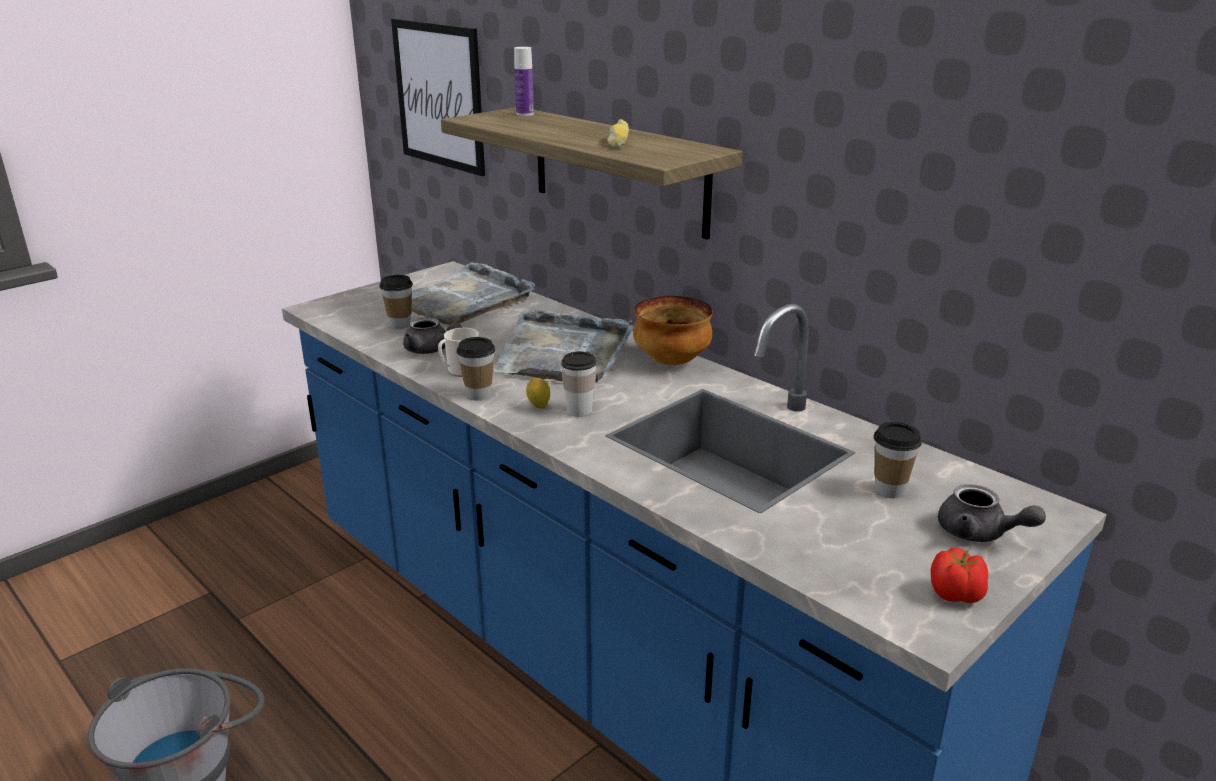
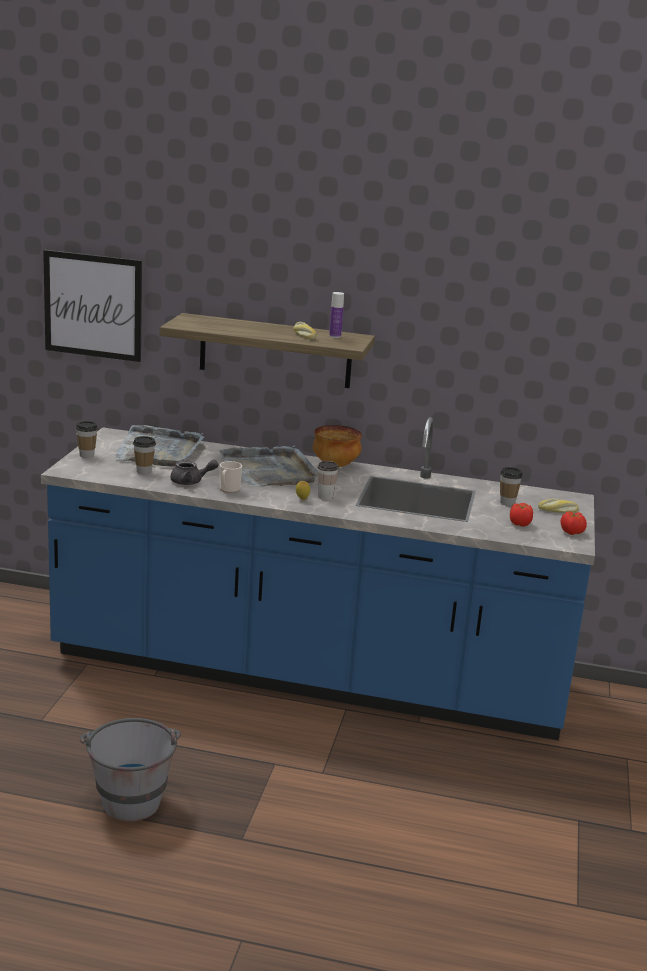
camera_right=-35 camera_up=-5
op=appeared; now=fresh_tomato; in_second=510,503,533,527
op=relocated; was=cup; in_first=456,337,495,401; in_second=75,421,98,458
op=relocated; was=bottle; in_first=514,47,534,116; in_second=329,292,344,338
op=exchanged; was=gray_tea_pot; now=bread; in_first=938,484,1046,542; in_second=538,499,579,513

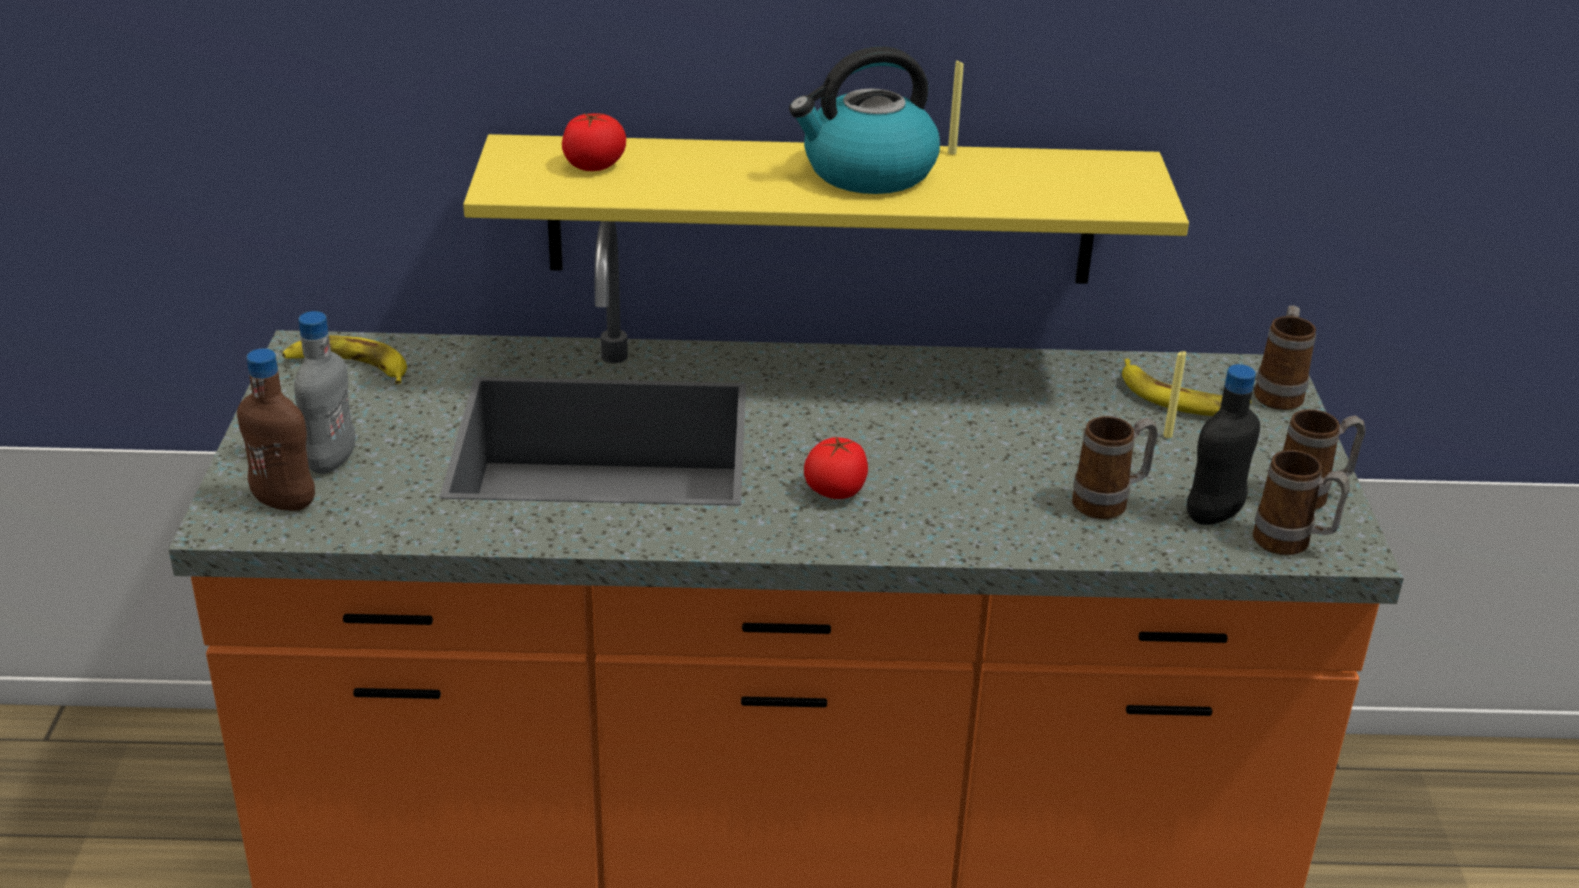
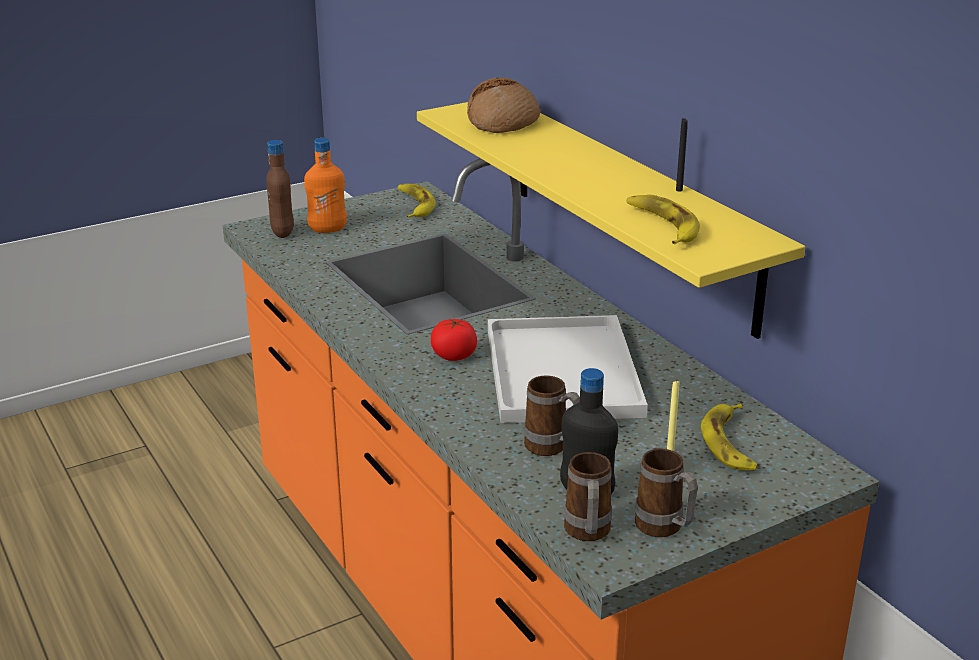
camera_right=60 camera_up=-5
op=missing; was=kettle; in_first=789,46,940,194
op=missing; was=coffee_mug; in_first=1254,305,1316,410
op=appeared; now=white_serving_tray; in_second=488,315,648,423
op=appeared; now=banana; in_second=627,195,700,244
op=exchanged; was=fresh_tomato; now=bread; in_first=562,113,626,171; in_second=467,78,541,133
op=colour; was=gray_bottle; now=orange-coloured_bottle; in_first=294,311,355,474; in_second=304,138,347,233
op=colour; was=yellowish_wax_candle; now=black_wax_candle; in_first=948,60,963,155; in_second=676,118,688,192

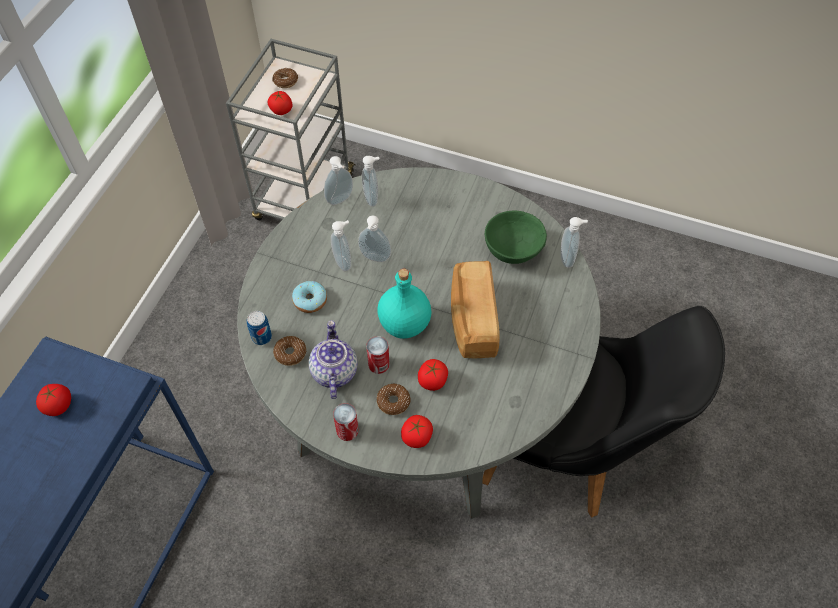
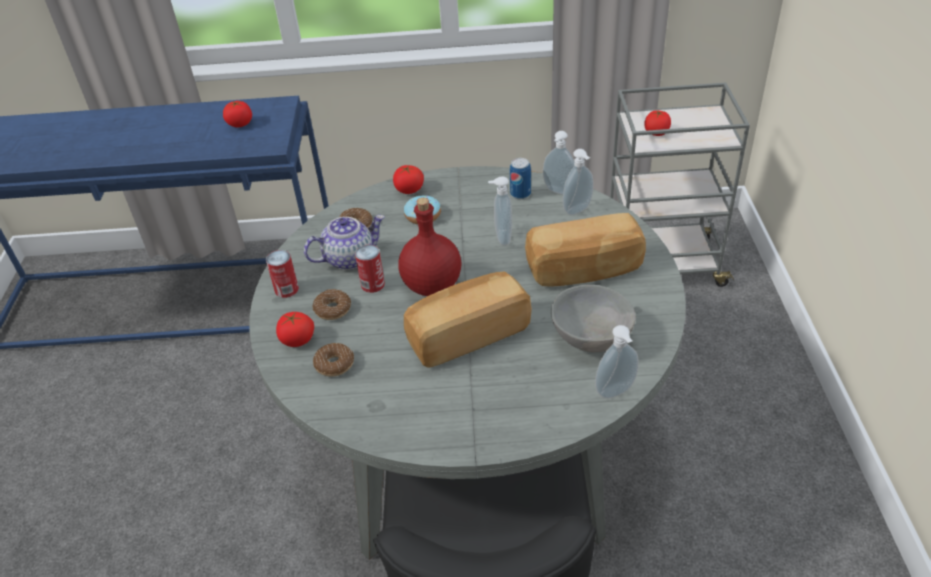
camera_right=70 camera_up=-15
op=missing; was=liquid_soap_bottle; in_first=331,220,351,271
op=appeared; now=bread; in_second=525,213,646,287
op=relocated; was=can; in_first=247,311,272,345; in_second=510,158,531,199
op=relocated; was=donut; in_first=272,68,298,88; in_second=313,343,354,377
op=relocated; was=fresh_tomato; in_first=418,359,448,391; in_second=393,165,424,194
op=colour; was=turquoise_bottle; now=red_bottle; in_first=377,269,432,339; in_second=398,198,461,296
op=colour; was=greenish_serving_bowl; now=gray_serving_bowl; in_first=485,211,547,264; in_second=551,285,636,352

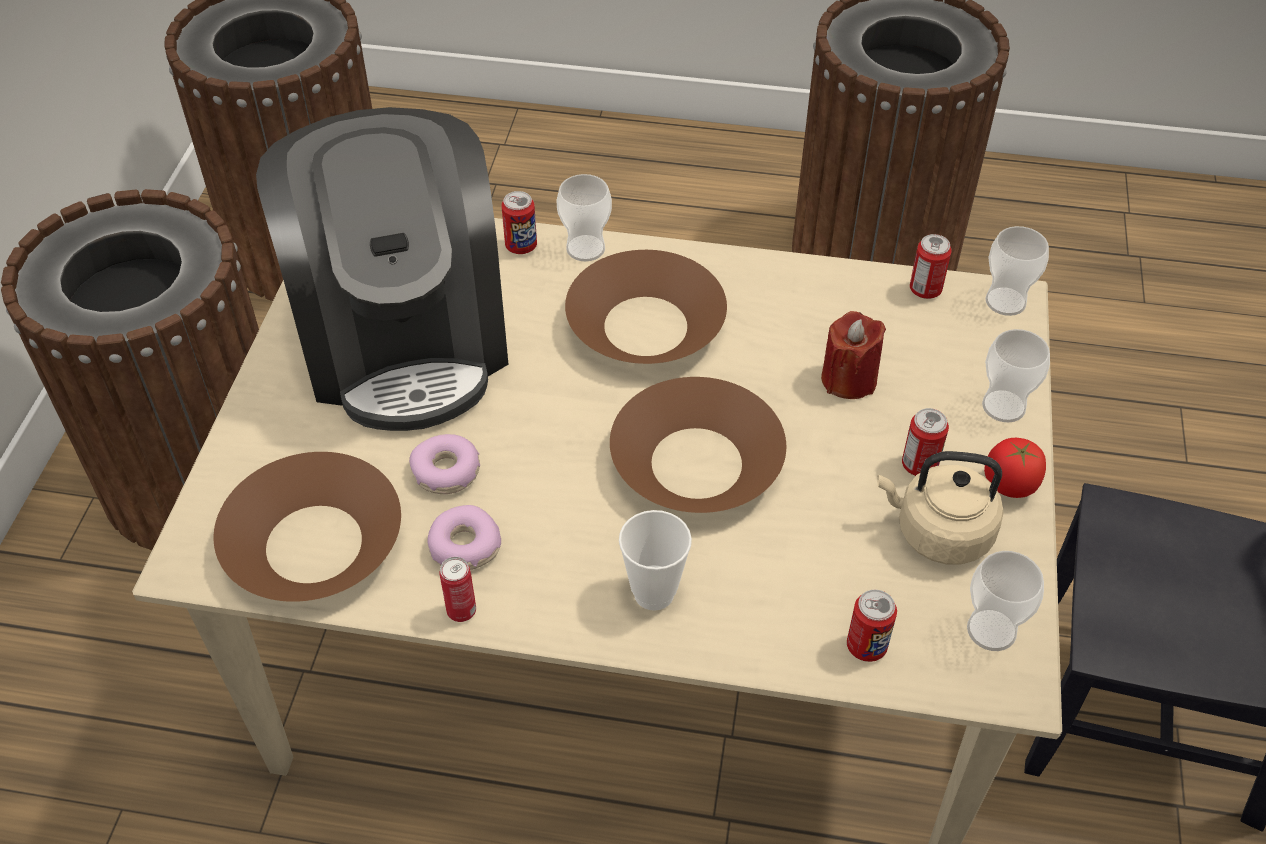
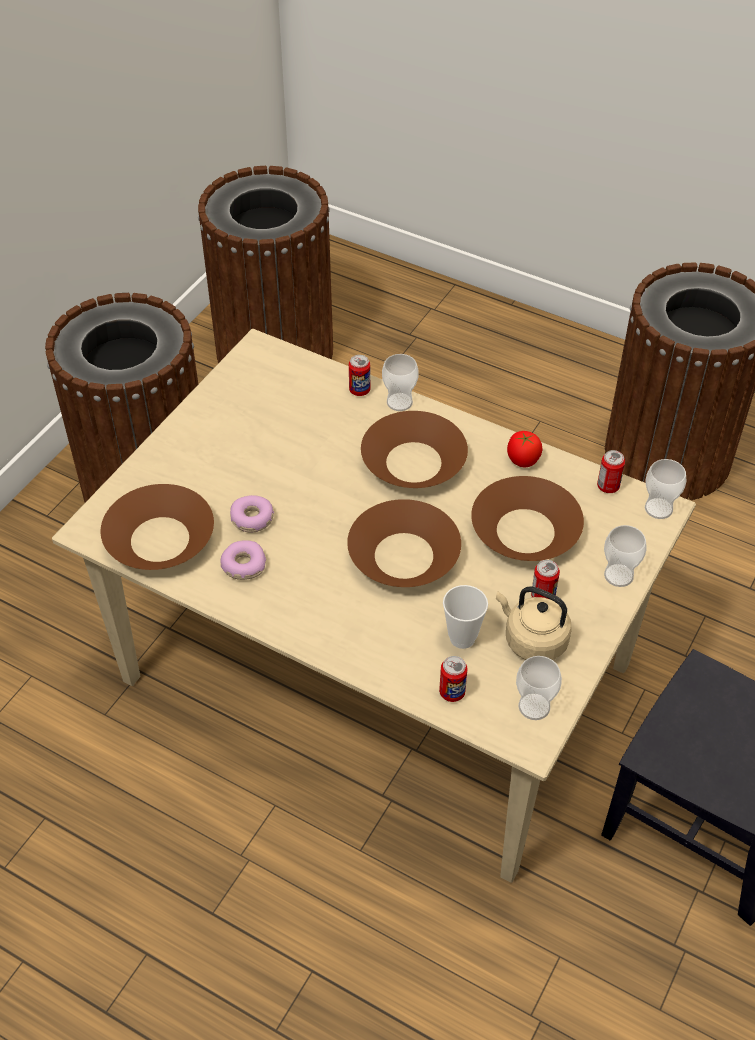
camera_right=20 camera_up=0
op=missing; was=coffee_machine; in_first=256,107,509,431
op=missing; was=can; in_first=440,557,476,622
op=relocated; was=cup; in_first=619,510,692,611; in_second=443,585,488,649
op=relocated; was=fresh_tomato; in_first=984,438,1046,498; in_second=507,431,542,467
op=exchanged; was=red_wax_candle; now=brown-coloured_serving_bowl; in_first=821,311,886,399; in_second=471,476,584,561

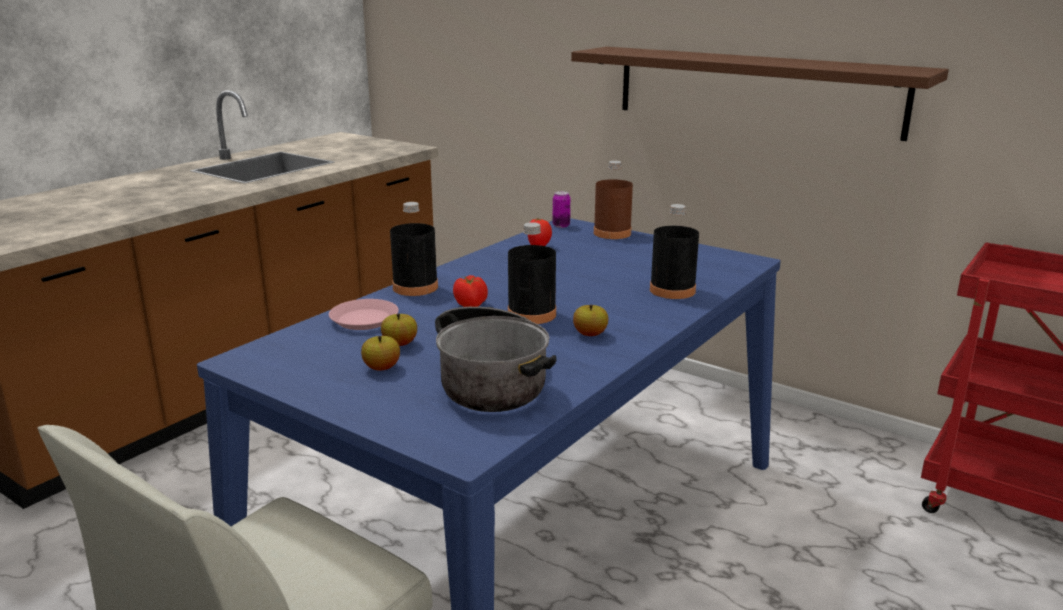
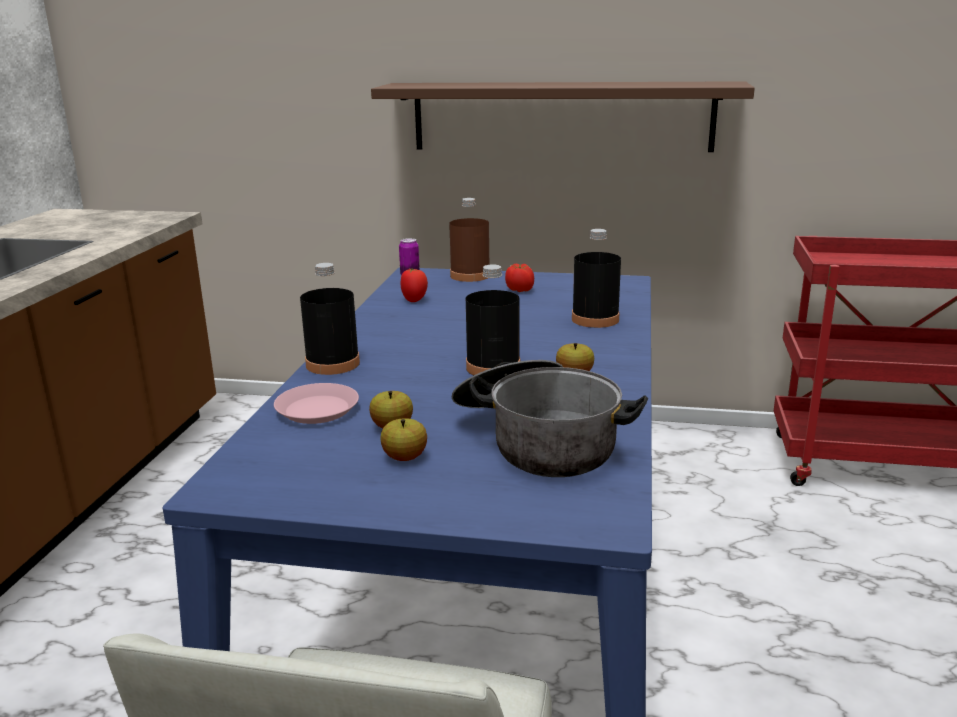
camera_right=-25 camera_up=0
op=relocated; was=fresh_tomato; in_first=453,275,488,307; in_second=505,264,534,292

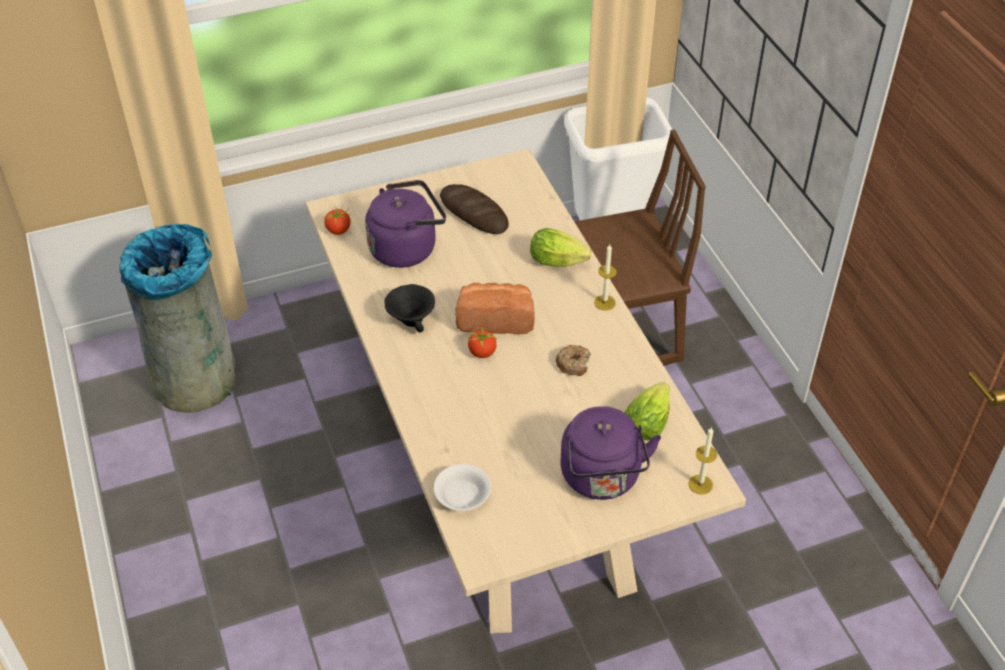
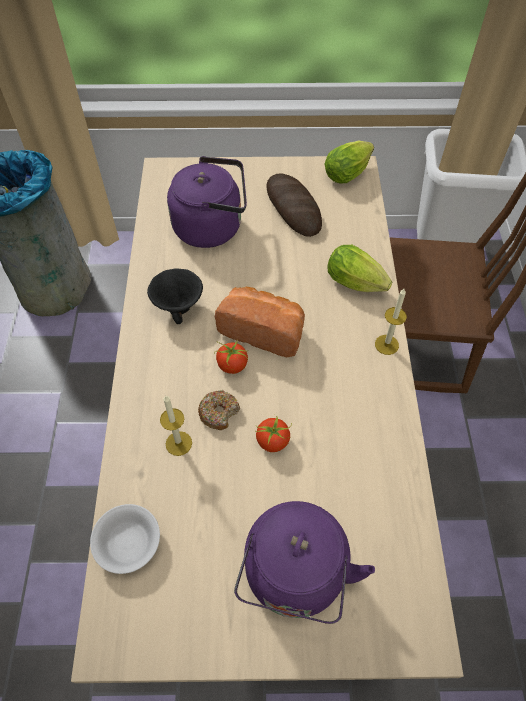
camera_right=20 camera_up=10
op=relocated; was=fresh_tomato; in_first=324,206,351,235; in_second=256,415,292,452
op=relocated; was=donut; in_first=555,345,591,376; in_second=198,390,240,430
op=relocated; was=head_of_lettuce; in_first=625,382,670,440; in_second=325,141,374,183
op=relocated; was=wax_candle; in_first=688,427,717,495; in_second=160,396,192,456

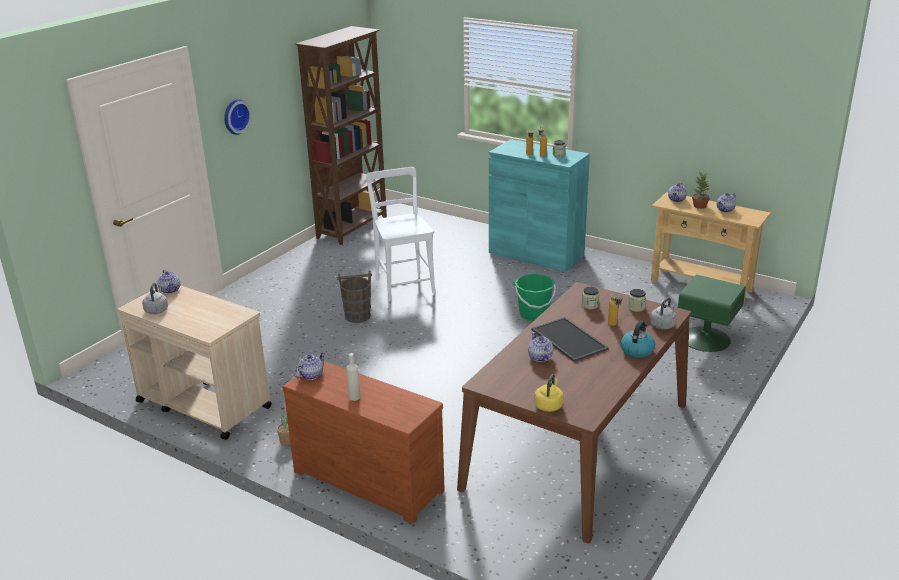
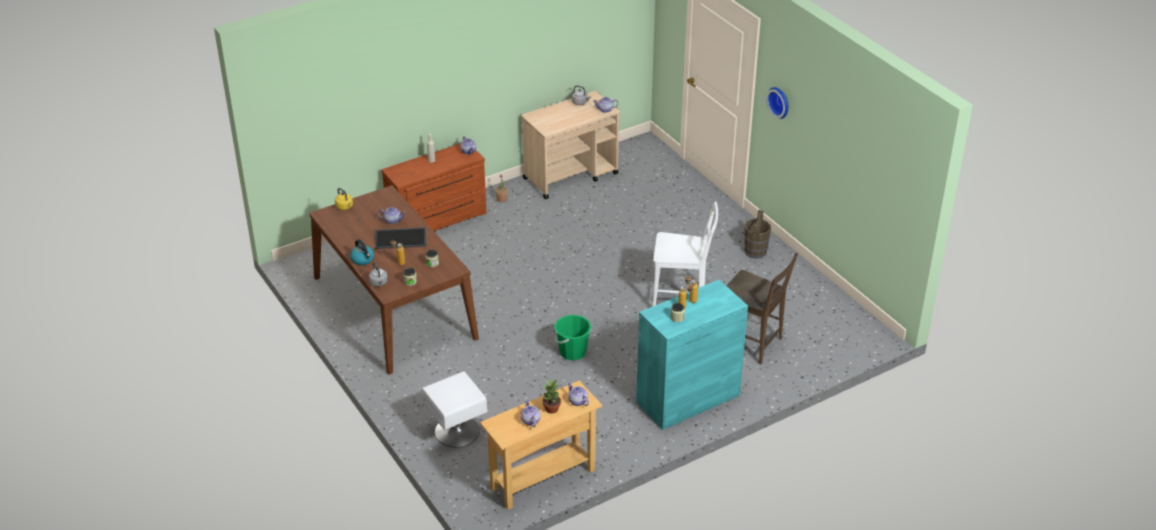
camera_right=115 camera_up=10
op=missing; was=brown-coloured_shelving_unit; in_first=295,26,387,245
op=appeared; now=brown-coloured_chair; in_second=727,253,798,364
op=relocated; was=brown-coloured_bucket; in_first=337,271,372,323; in_second=744,210,771,259
op=colour; was=greenish_night_table; now=white_night_table; in_first=678,274,746,352; in_second=422,371,487,447

